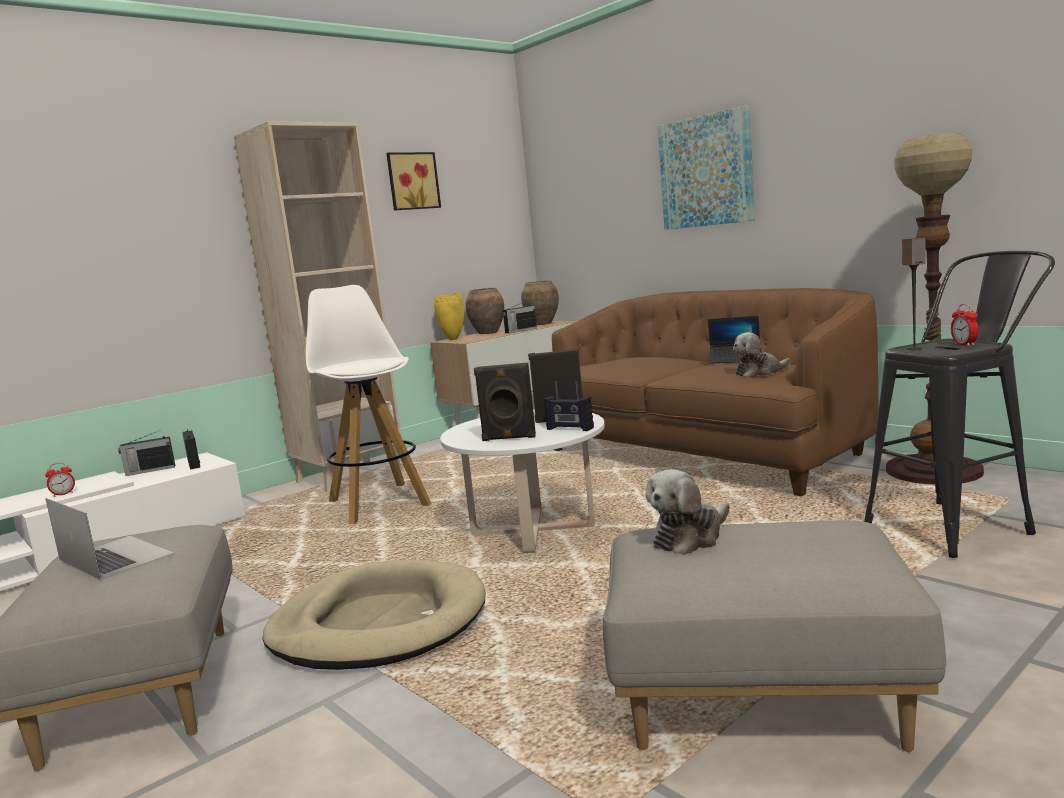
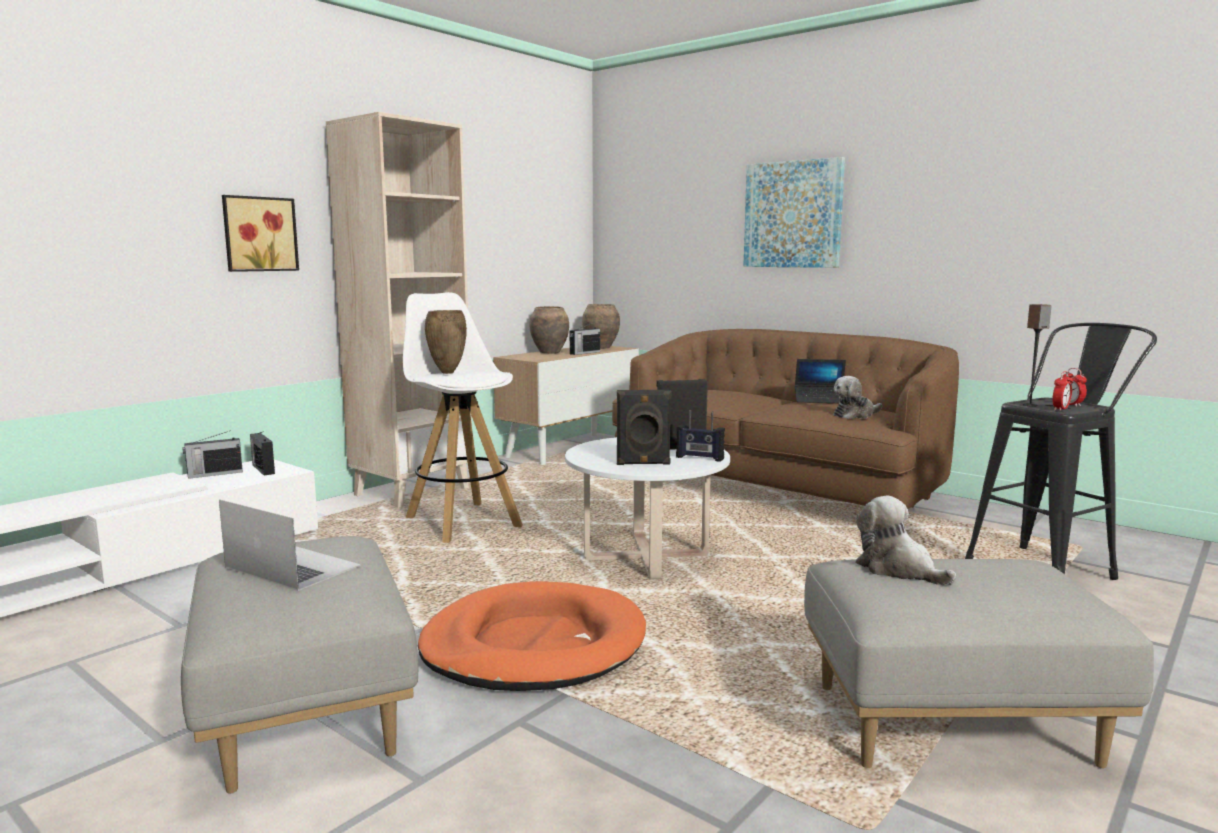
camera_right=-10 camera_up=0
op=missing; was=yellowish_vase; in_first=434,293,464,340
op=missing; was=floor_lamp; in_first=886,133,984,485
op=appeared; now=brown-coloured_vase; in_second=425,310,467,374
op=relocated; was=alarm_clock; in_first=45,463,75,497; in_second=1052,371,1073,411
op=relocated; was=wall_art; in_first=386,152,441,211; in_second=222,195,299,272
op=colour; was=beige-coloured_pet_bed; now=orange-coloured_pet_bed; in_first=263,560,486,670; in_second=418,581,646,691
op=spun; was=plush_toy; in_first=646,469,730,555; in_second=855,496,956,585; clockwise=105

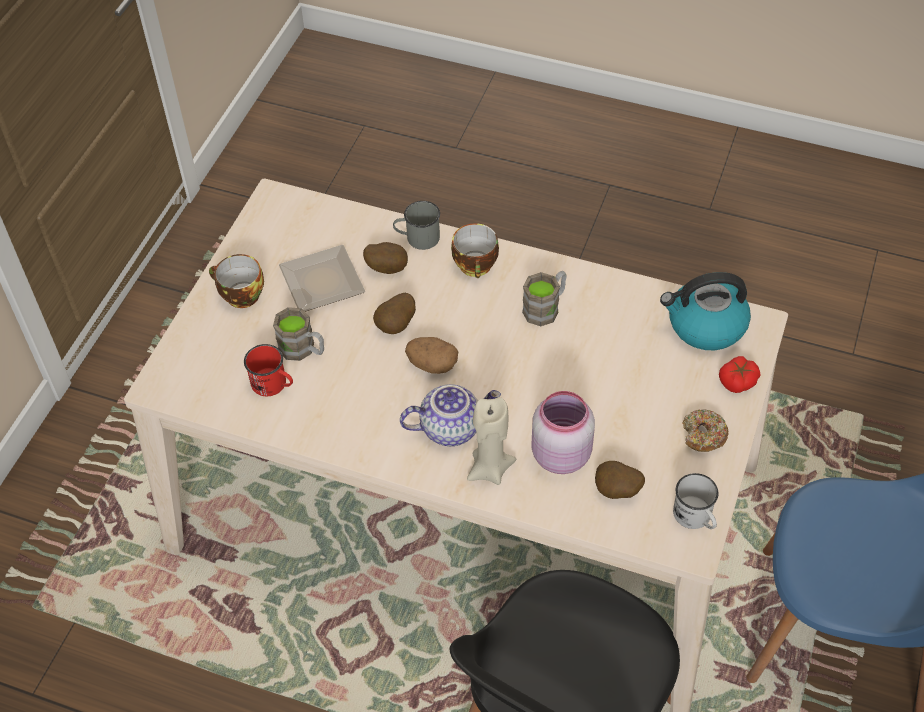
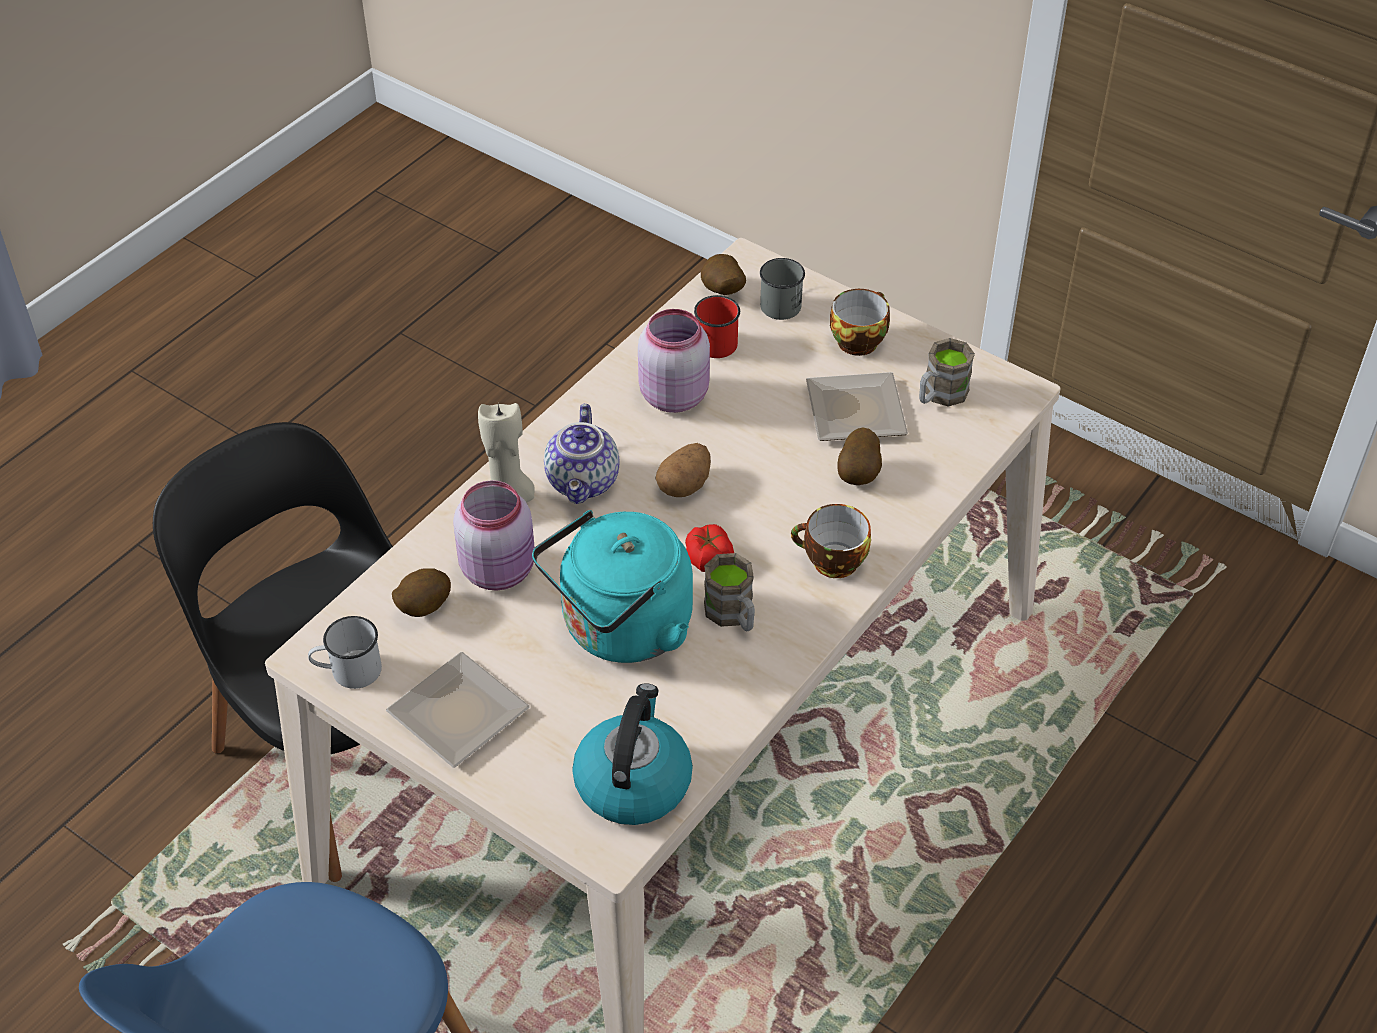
camera_right=105 camera_up=-5
op=appeared; now=turquoise_kettle; in_second=532,510,693,663
op=appeared; now=pink_preserve_jar; in_second=638,309,710,413
op=relocated; was=brown-coloured_coffee_mug; in_first=273,307,324,361; in_second=919,338,975,407
op=relocated; was=potato; in_first=373,293,416,334; in_second=701,254,746,295
op=relocated; was=gray_coffee_mug; in_first=393,201,440,250; in_second=760,258,805,320
op=relocated; was=fresh_tomato; in_first=719,356,760,393; in_second=685,524,734,572
op=exchanged; was=donut; now=dinner_plate; in_first=682,409,729,452; in_second=386,652,530,768

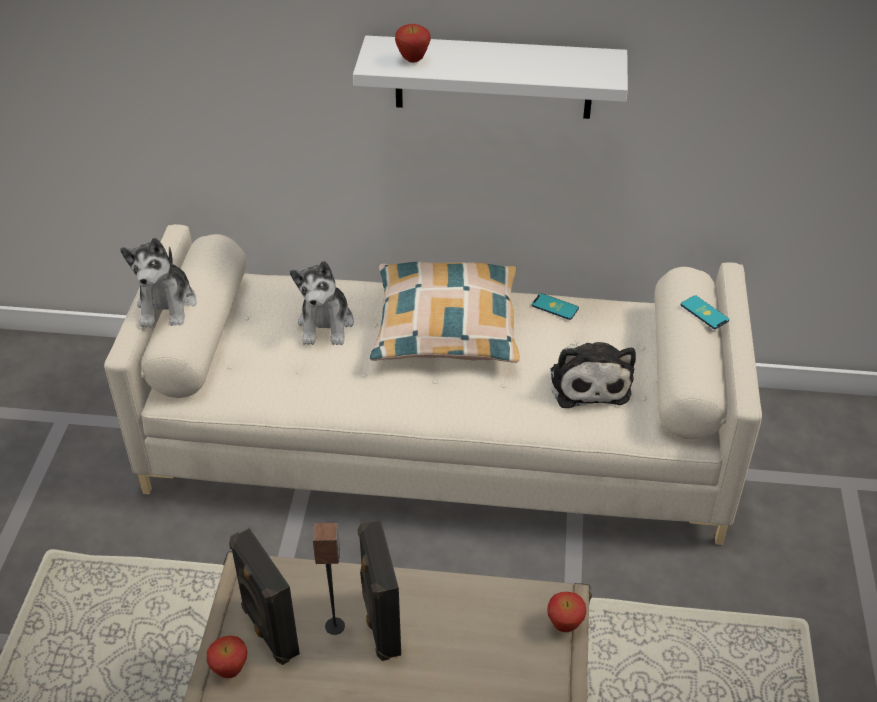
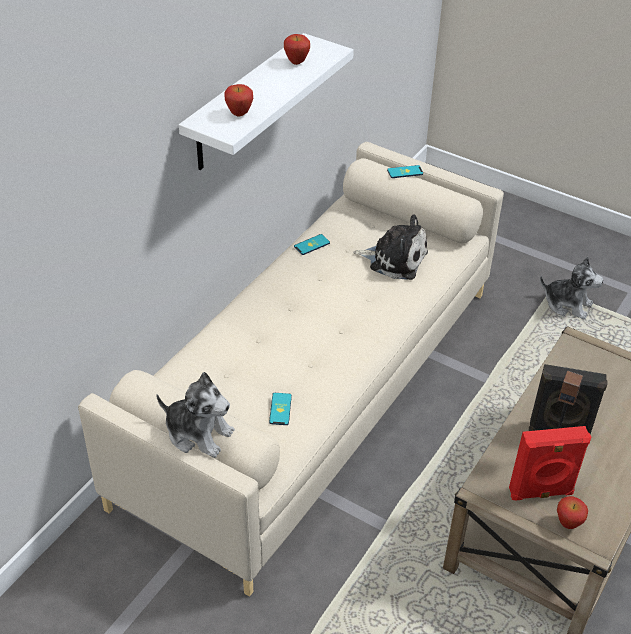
camera_right=-65 camera_up=0
op=missing; was=cushion; in_first=370,262,520,363
op=appeared; now=handset; in_second=269,393,292,425
op=relocated; was=plush_toy; in_first=290,261,354,345; in_second=540,257,603,320
op=relocated; was=apple_fruit; in_first=547,592,587,632; in_second=284,34,310,65
op=colour; was=black_speaker; now=red_speaker; in_first=229,528,300,665; in_second=509,426,591,500

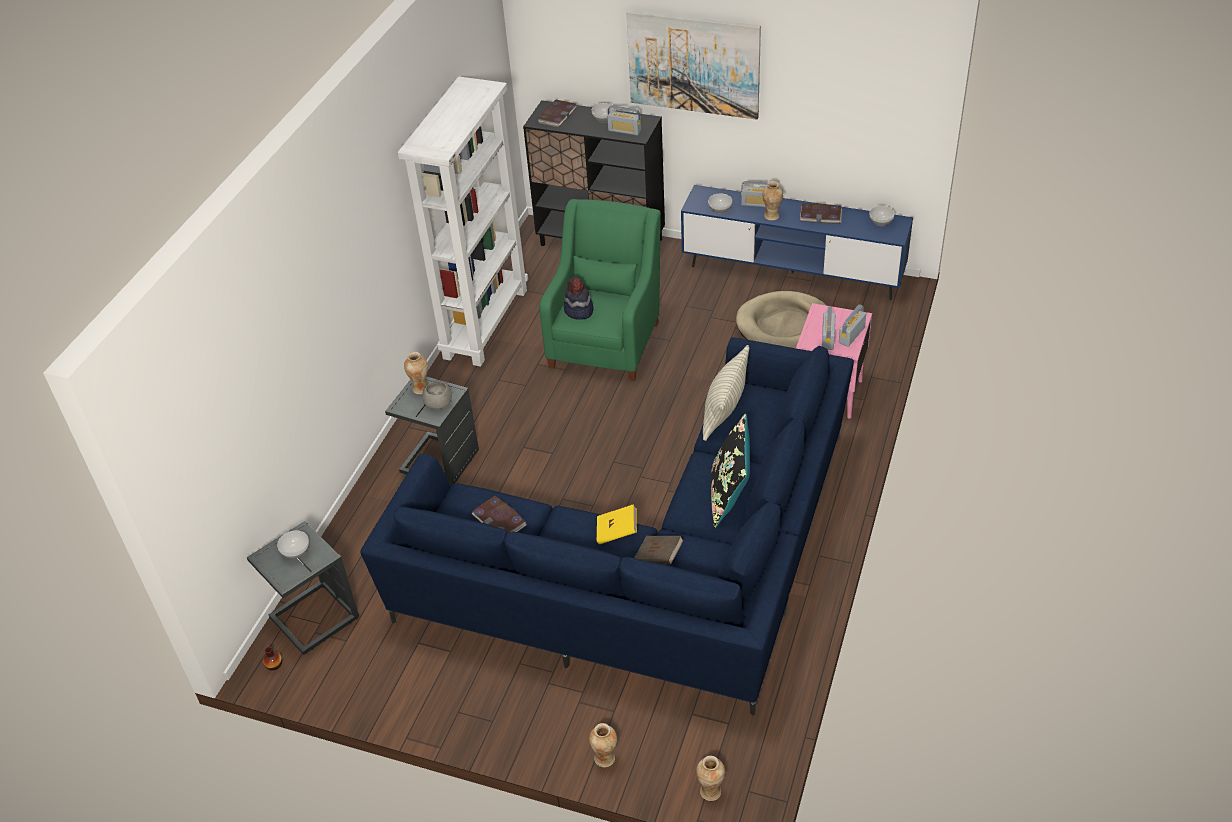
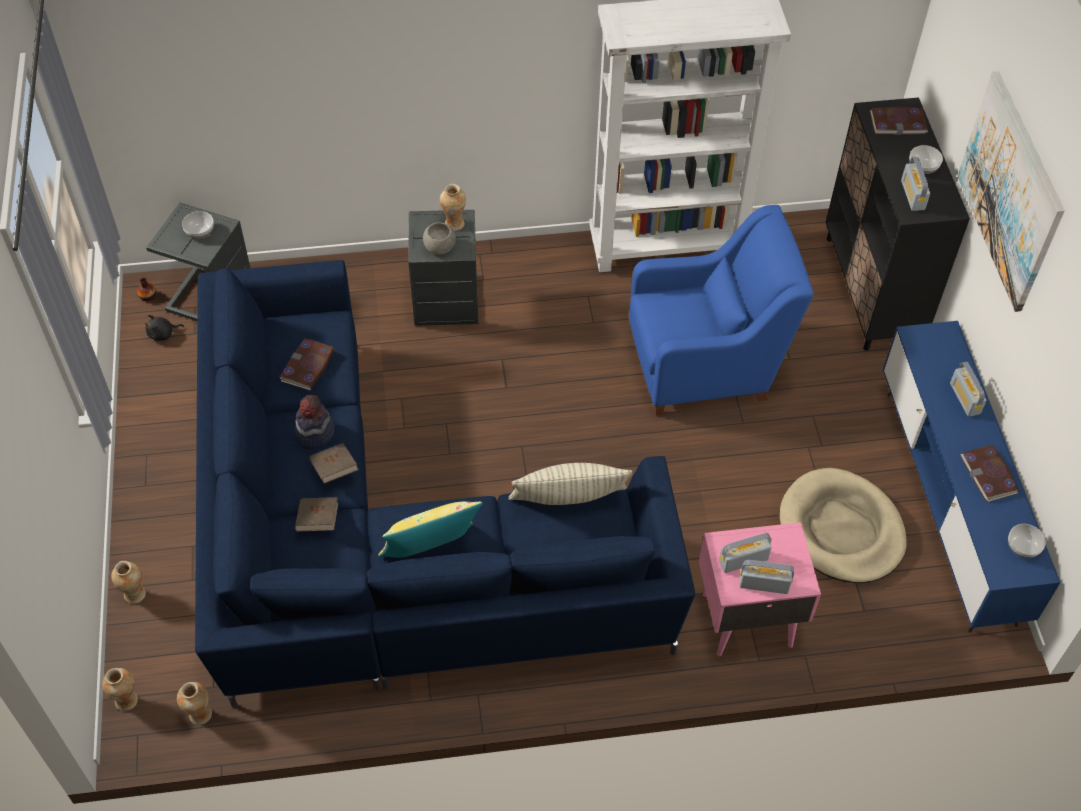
camera_right=60 camera_up=10
op=missing; was=serving_bowl; in_first=708,194,732,213
op=appeared; now=black_plush_toy; in_second=144,315,184,341
op=relocated; was=hat; in_first=564,276,594,320; in_second=294,395,335,449
op=relocated; was=vase; in_first=762,181,783,221; in_second=177,682,212,725
op=colour; was=greenish_easy_chair; now=blue_easy_chair; in_first=540,199,661,381; in_second=629,205,814,416
op=colour; was=yellowish_volume; now=brown-coloured_volume; in_first=597,504,637,544; in_second=309,443,358,484
op=colour; was=black_cushion; now=yellowish_cushion; in_first=711,414,750,528; in_second=378,502,483,558

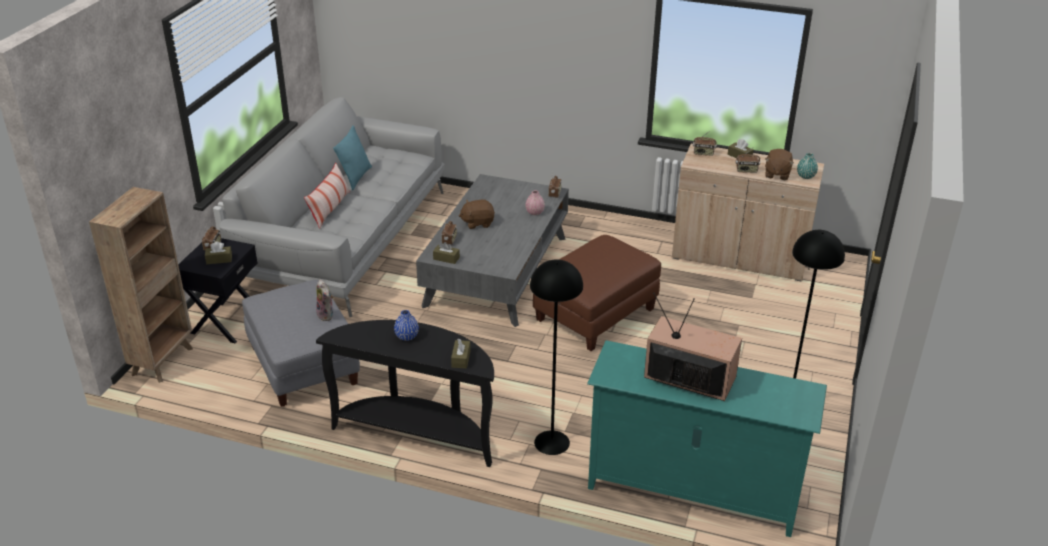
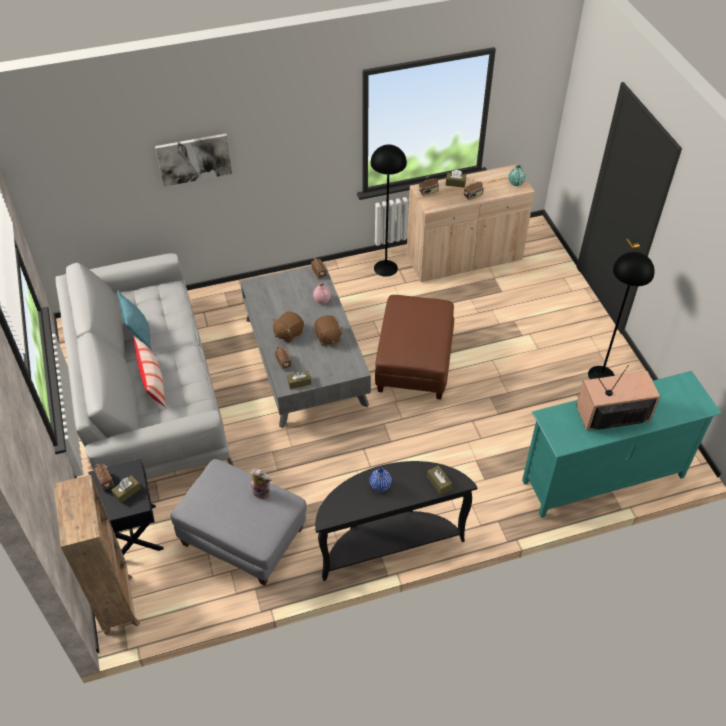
camera_right=-35 camera_up=15
op=appeared; now=wall_art; in_second=155,133,232,187
op=relocated; was=black_floor_lamp; in_first=530,259,583,455; in_second=371,145,407,277
op=relocated; was=brown-coloured_plush_toy; in_first=765,149,794,180; in_second=314,315,343,346

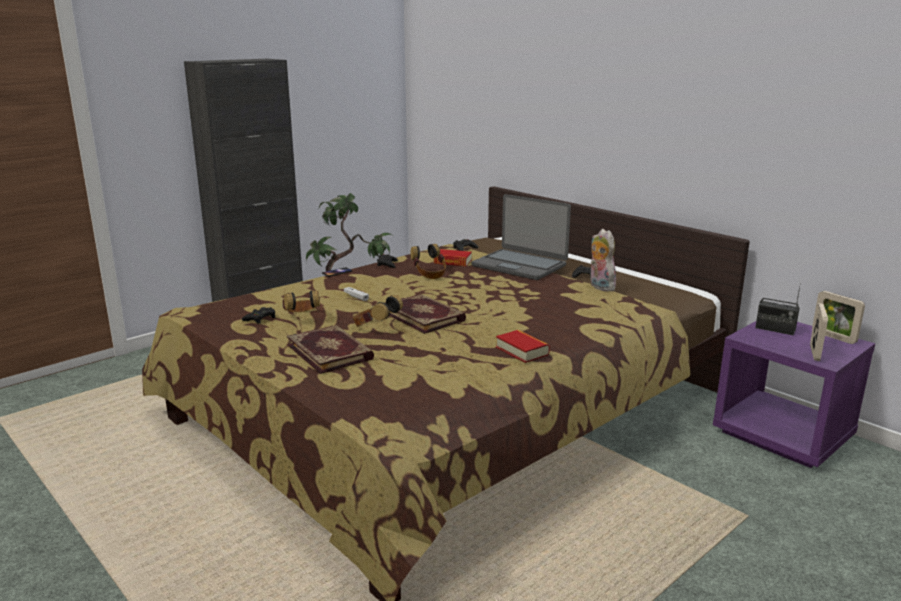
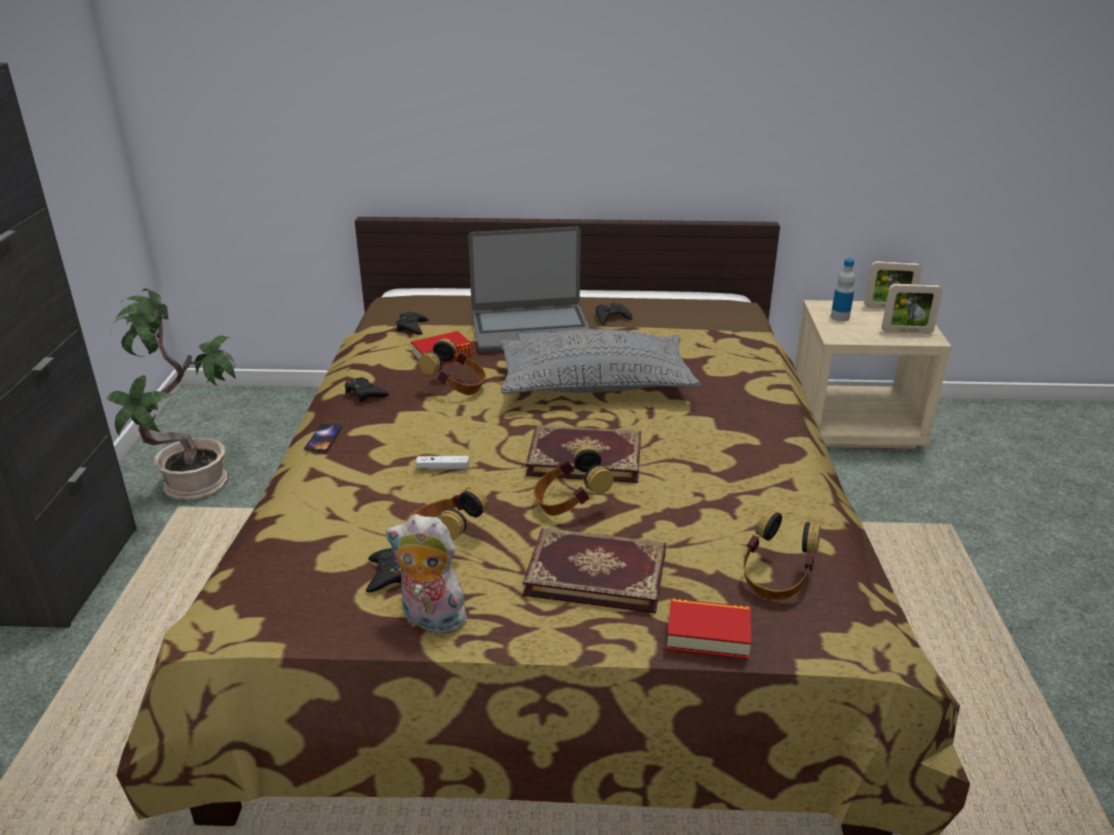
camera_right=-45 camera_up=10
op=appeared; now=gray_cushion; in_second=500,329,700,394
op=appeared; now=pair_of_headphones; in_second=743,509,821,600
op=relocated; was=volume; in_first=496,330,550,363; in_second=667,598,751,660
op=relocated; was=plush_toy; in_first=590,229,616,291; in_second=386,514,467,634
op=exchanged; was=radio; now=bottle; in_first=755,283,801,335; in_second=831,258,855,321
op=colour; was=purple-coloured_night_table; now=beige-coloured_night_table; in_first=713,321,875,468; in_second=794,300,952,449
op=spun; was=photo_frame; in_first=810,303,828,361; in_second=882,284,943,334; clockwise=120

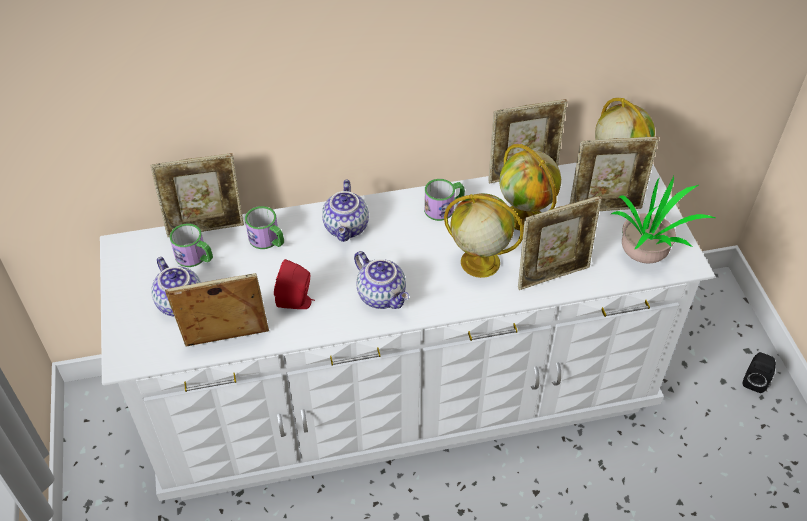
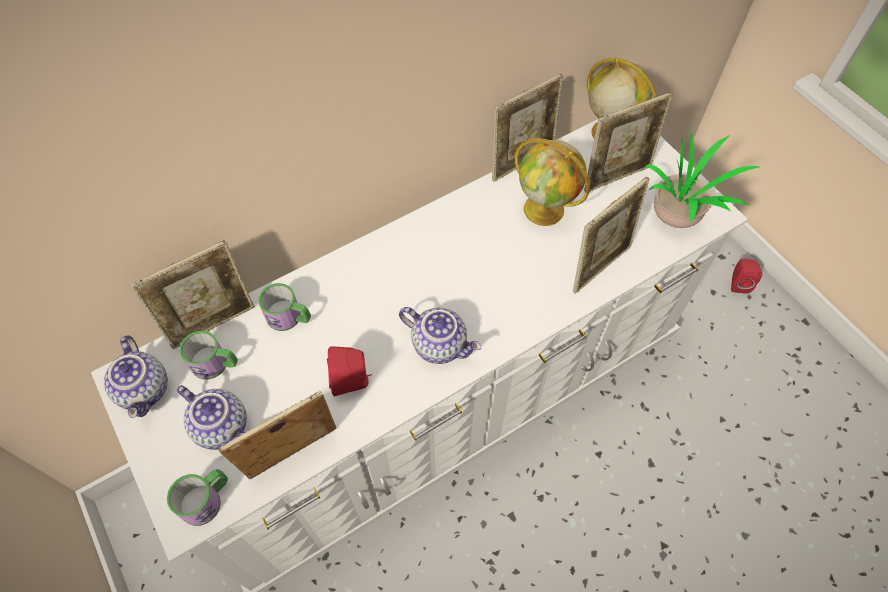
camera_right=-20 camera_up=10
op=missing; was=desk_globe; in_first=444,193,524,278
op=relocated; was=tea_pot; in_first=322,180,369,242; in_second=104,335,168,418
op=relocated; was=coffee_mug; in_first=424,179,465,221; in_second=167,469,228,526
op=colour; was=black_speaker; now=red_speaker; in_first=743,352,776,393; in_second=731,259,762,294

